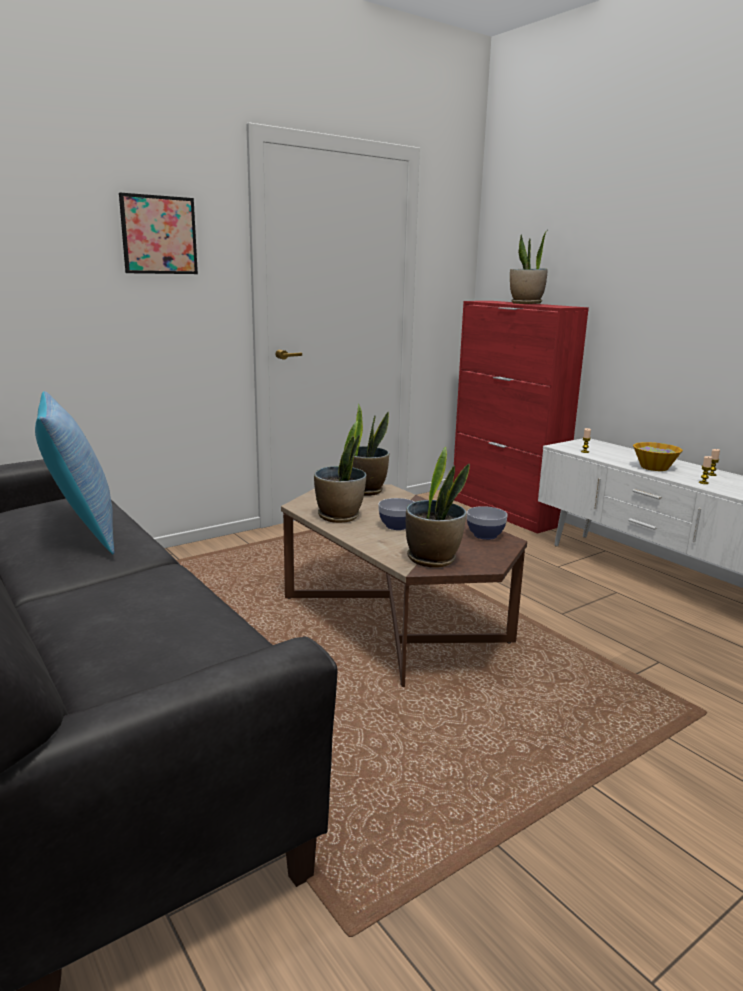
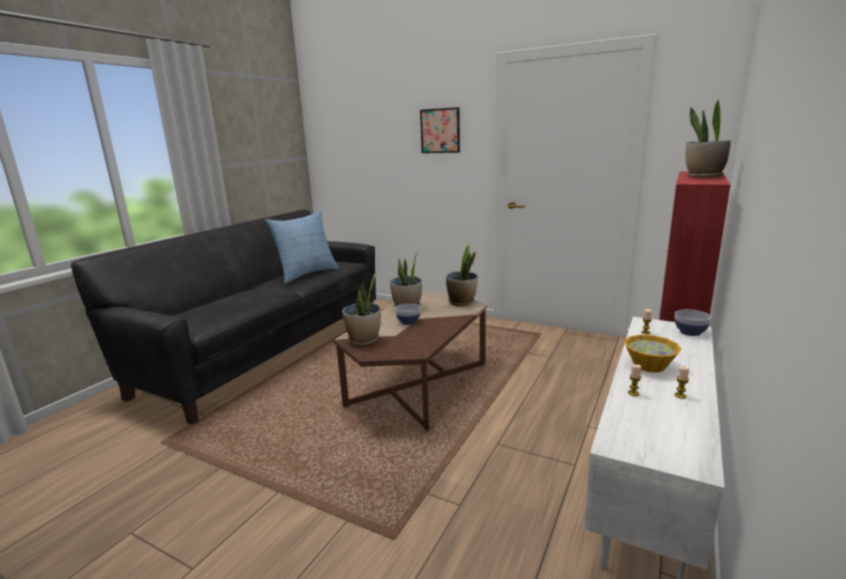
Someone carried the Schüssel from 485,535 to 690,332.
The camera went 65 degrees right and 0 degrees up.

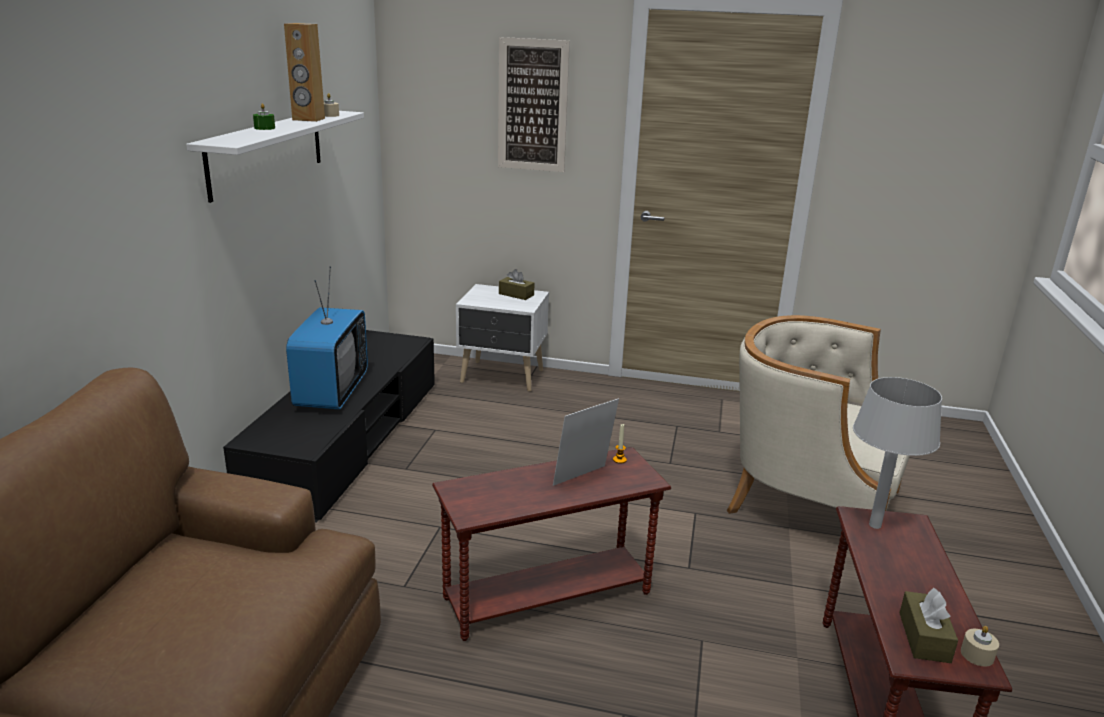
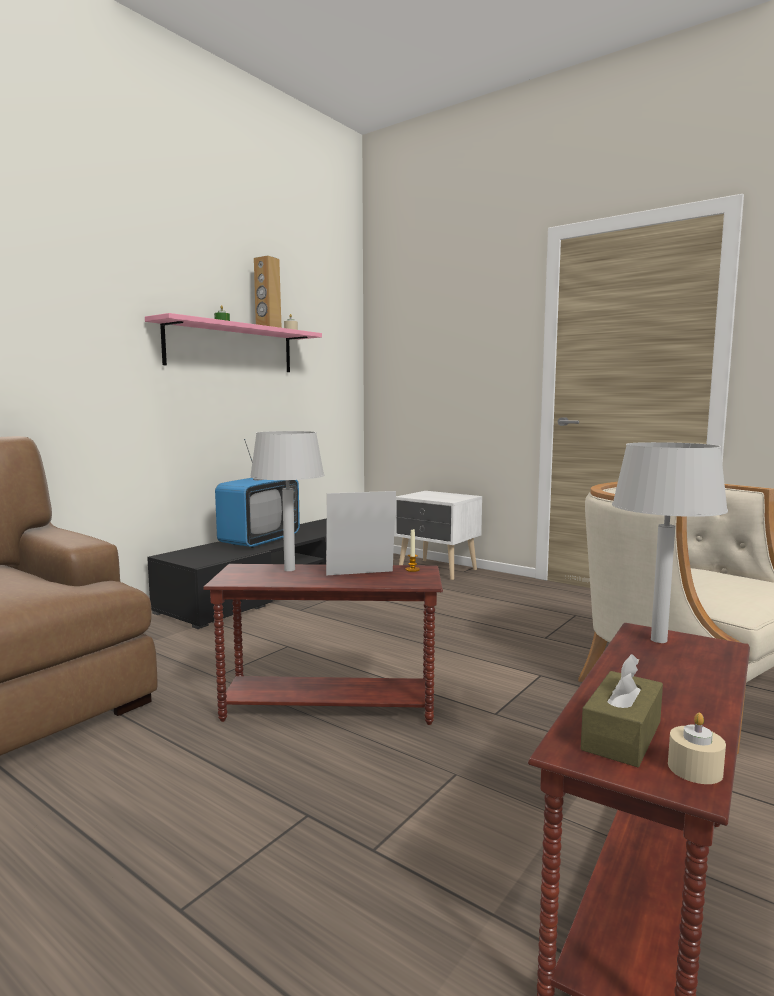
Someone took away the Bild at 532,106.
Someone took away the Taschentuchbox (braun) at 516,294.
Someone put down the Tischlampe (grau) at 290,569.
Someone repainted the Wandregal (weiß) at 267,152, which became the Wandregal (rosa) at 231,348.
The camera went 25 degrees right and 15 degrees down.

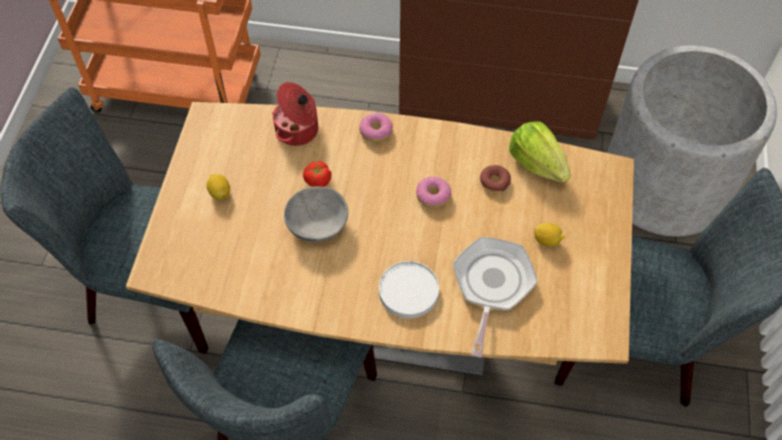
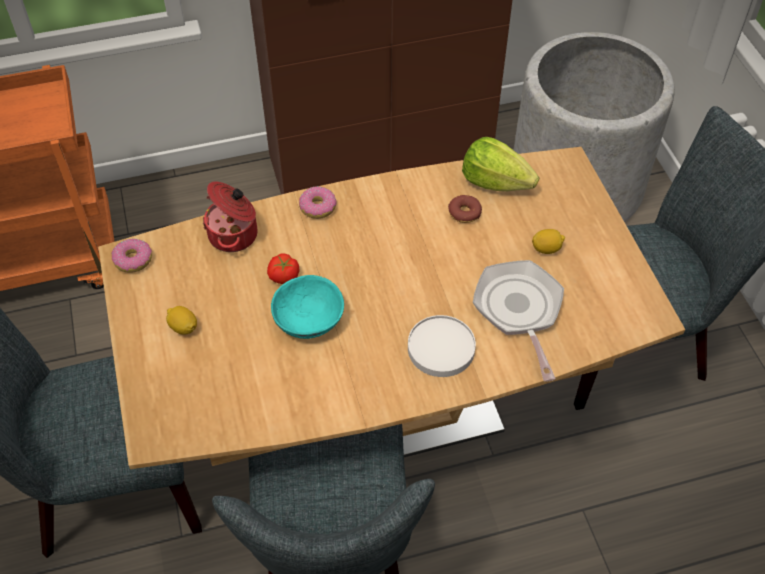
Someone carried the Donut from 433,196 to 133,260.
Someone repainted the Schüssel (grau) at 316,224, which became the Schüssel (türkis) at 308,319.
The camera went 25 degrees left and 5 degrees down.

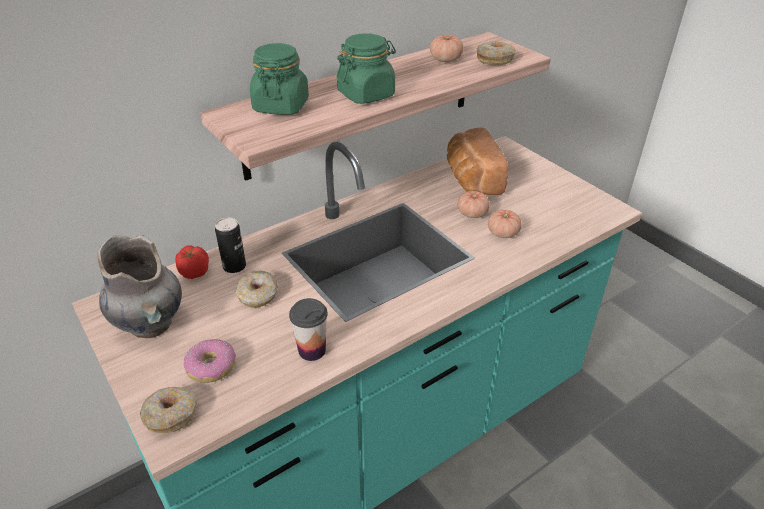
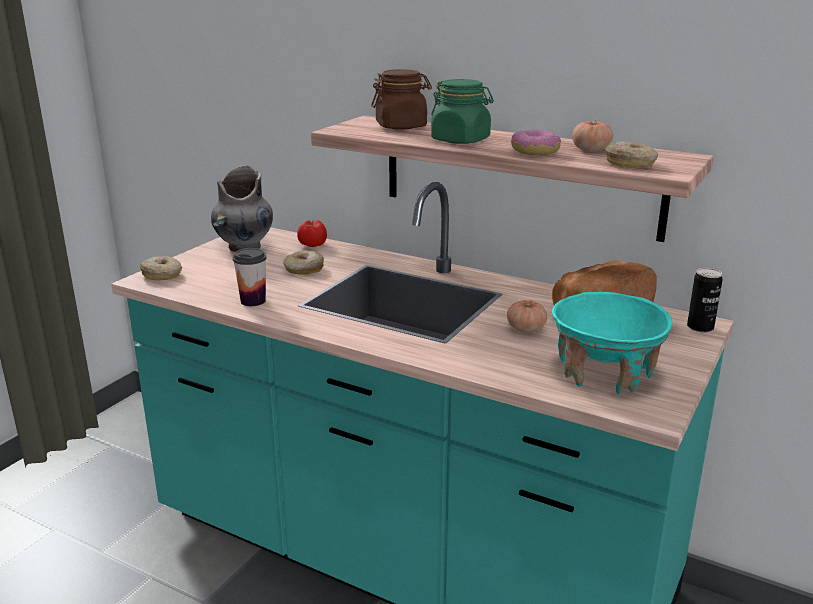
Someone took away the Tomate at 503,233.
Someone put down the Schüssel (türkis) at 605,373.
Someone carried the Donut from 211,367 to 534,151.
Someone carried the Dose from 234,266 to 700,327.
Someone repainted the Vorratsglas (grün) at 281,106, which became the Vorratsglas (braun) at 401,126.
The camera went 65 degrees right and 15 degrees down.

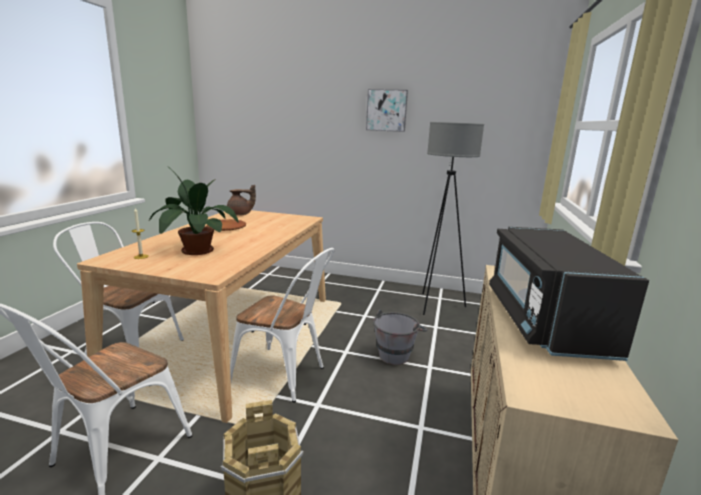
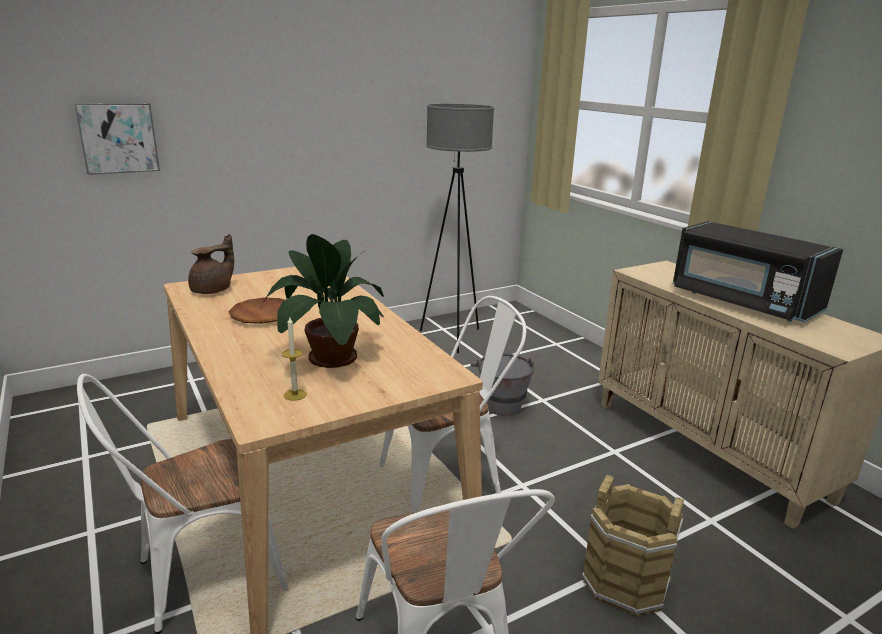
Someone carried the Bild from 386,110 to 118,138.
The camera went 45 degrees left and 5 degrees up.

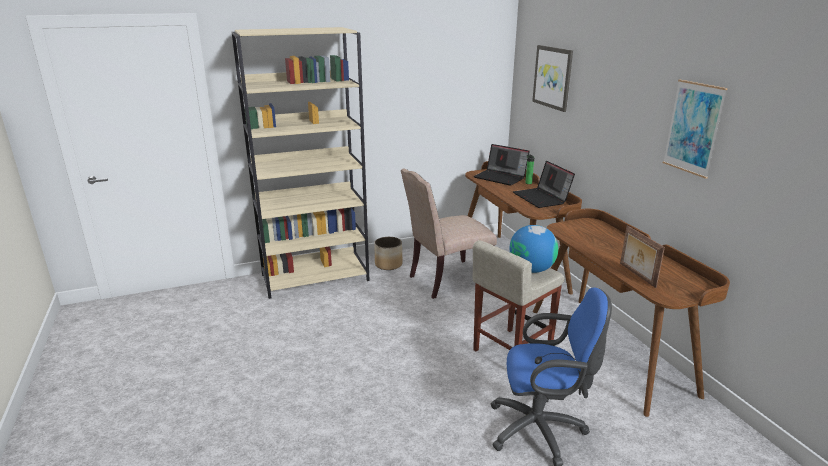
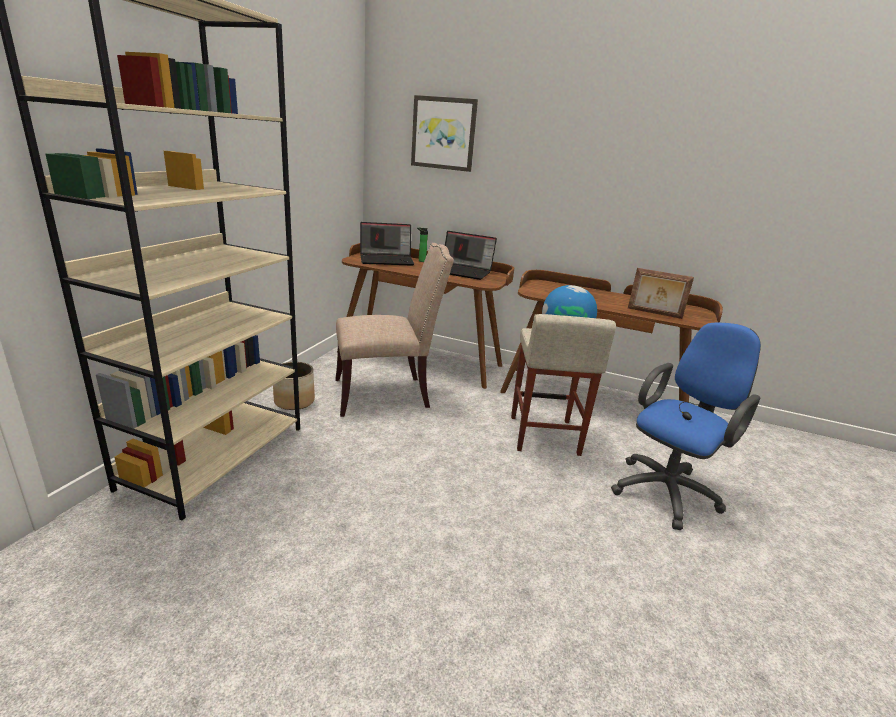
Someone took away the Bild at 693,128.
Someone rotated the Stuhl (beige) at 447,280 by 120 degrees counterclockwise.
The camera went 50 degrees left and 0 degrees up.

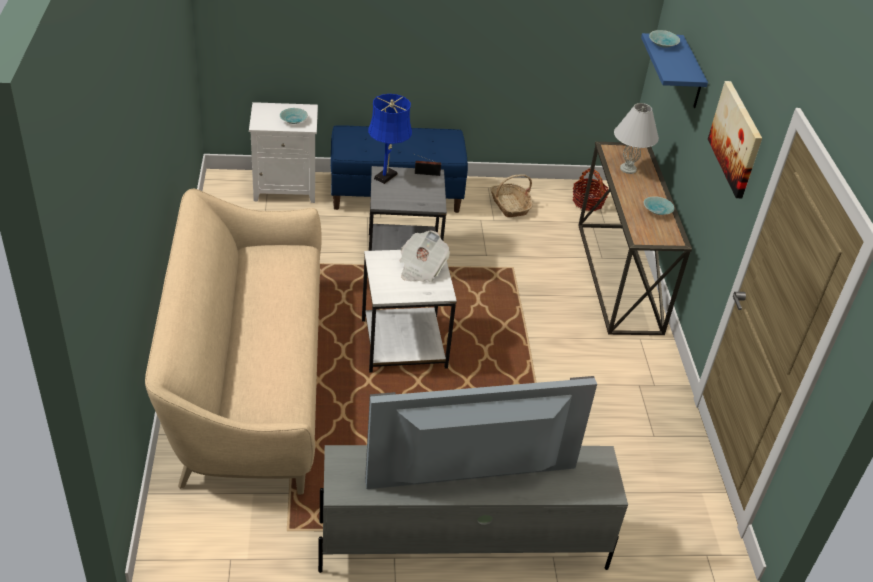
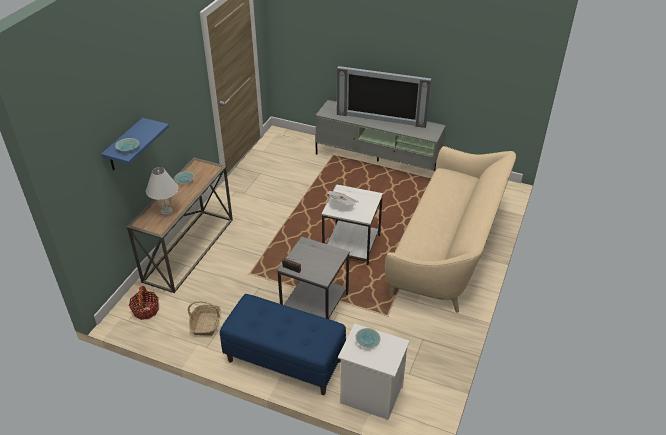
Someone took away the Tischlampe (blau) at 387,175.
Someone took away the Bild at 736,138.
The camera went 150 degrees left and 0 degrees up.

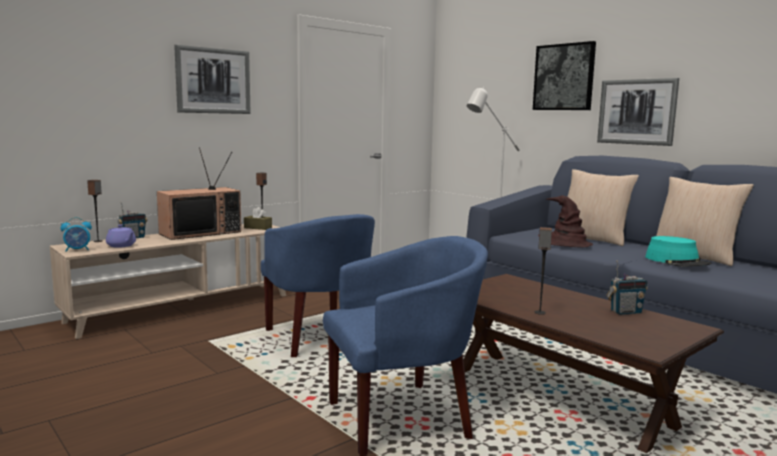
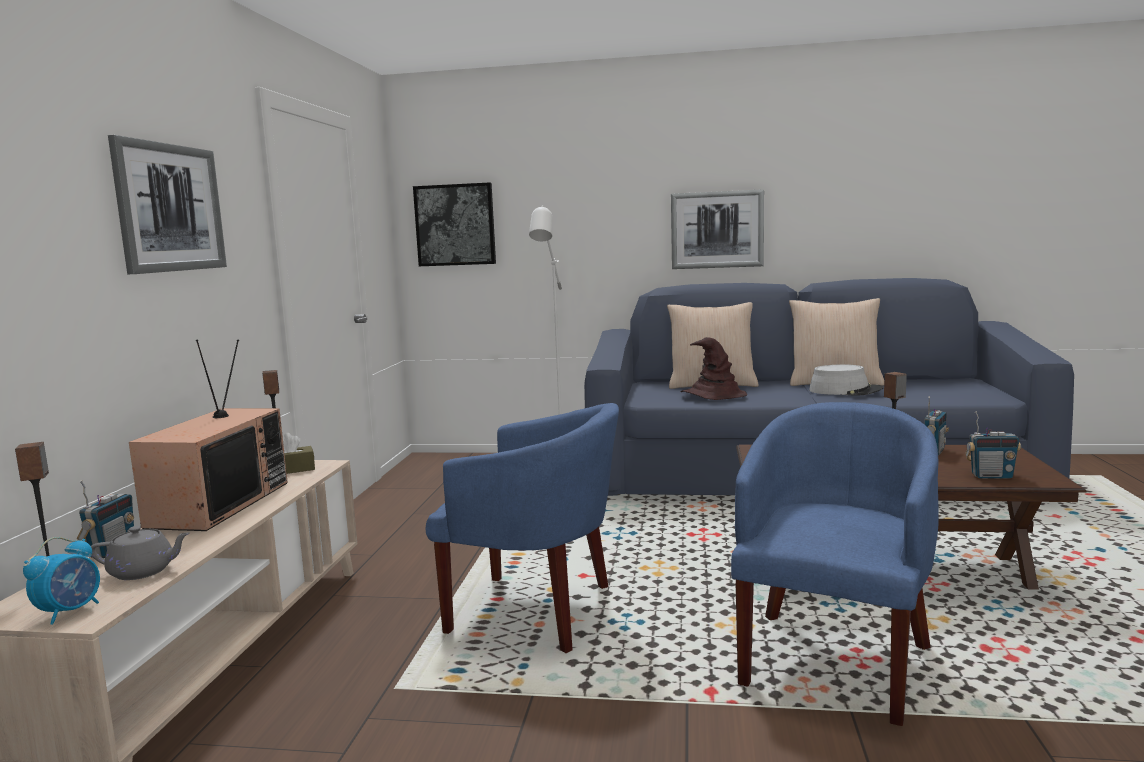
Someone put down the Radio at 991,476.
Someone carried the Bild from 564,77 to 455,225.
Someone repainted the Teekanne (lila) at 121,246, which became the Teekanne (grau) at 143,571.
Someone repainted the Hut (türkis) at 677,261, which became the Hut (grau) at 845,391.
The camera went 40 degrees left and 0 degrees up.

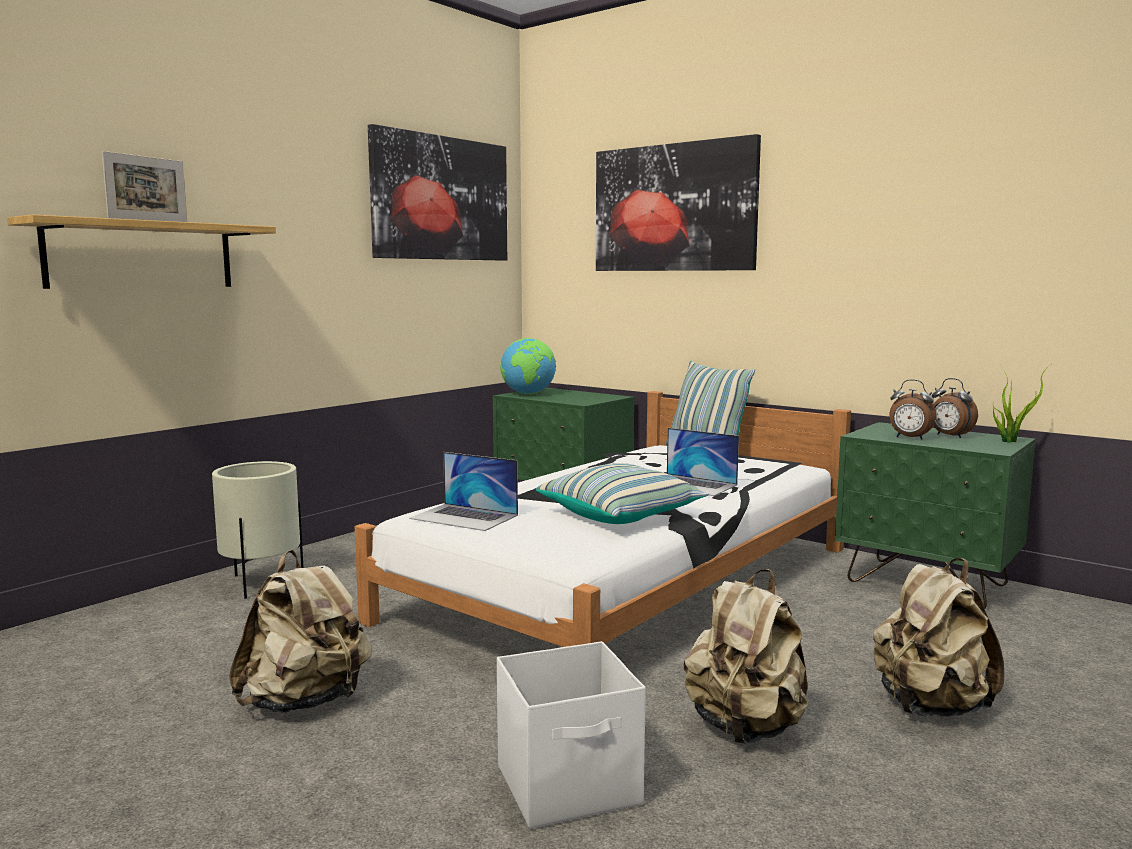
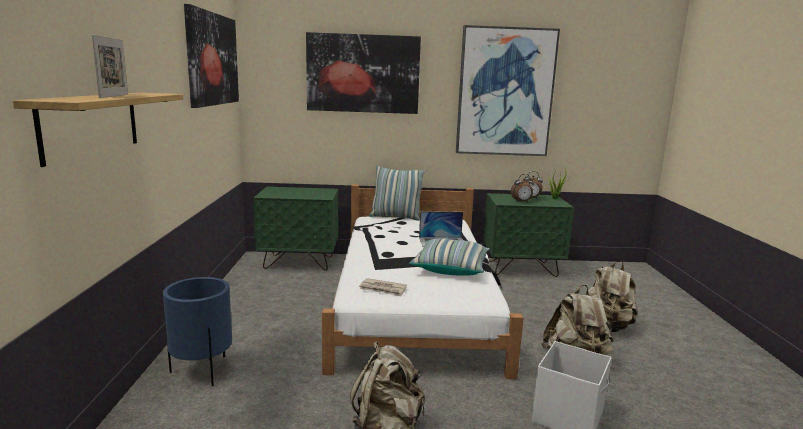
Someone took away the Globus at 528,394.
Someone put up the Bild at 505,92.
Someone swapped the Laptop at 464,517 for the Zeitung at 383,289.
Someone repainted the Pflanzkübel (beige) at 261,583, which became the Pflanzkübel (blau) at 202,371.
The camera went 40 degrees left and 5 degrees up.

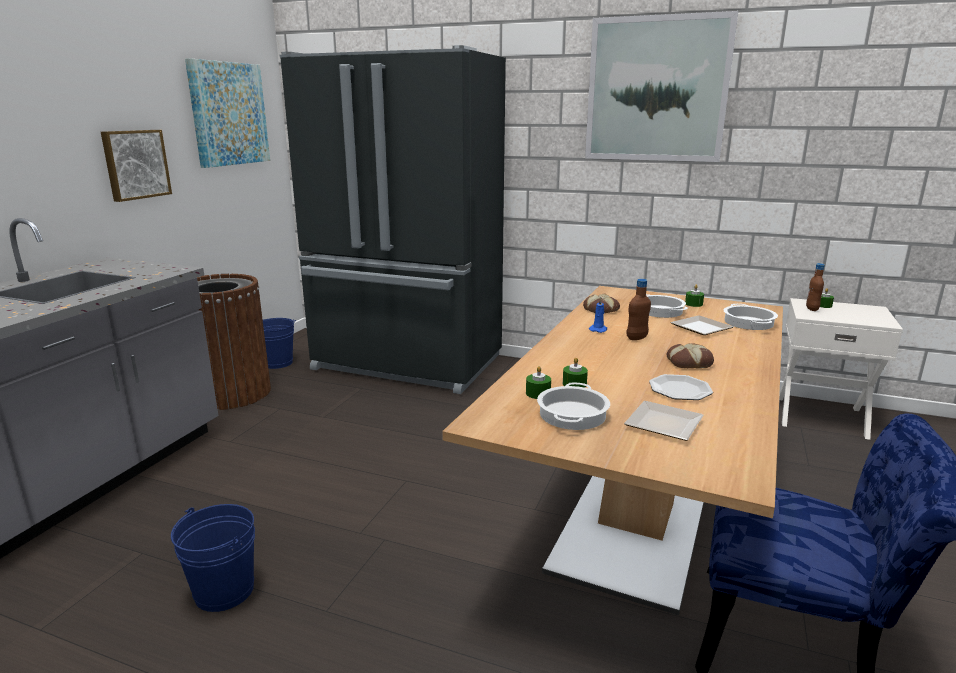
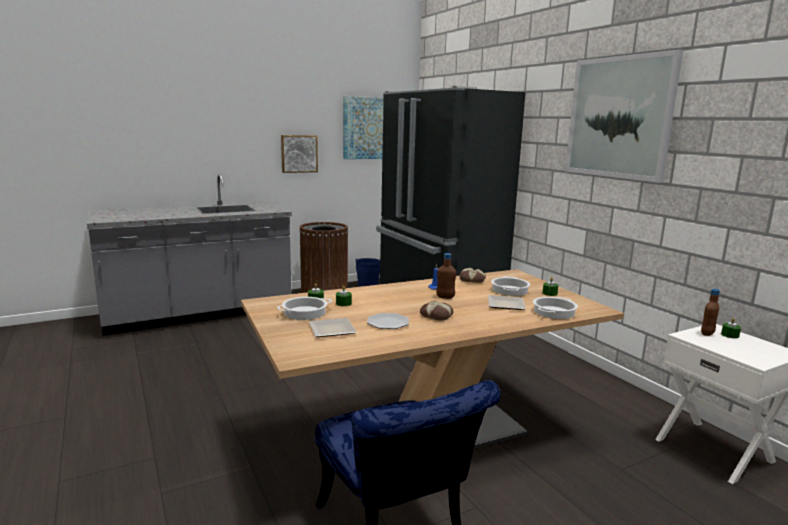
Someone took away the Eimer (blau) at 224,591.
The camera went 40 degrees right and 5 degrees down.

